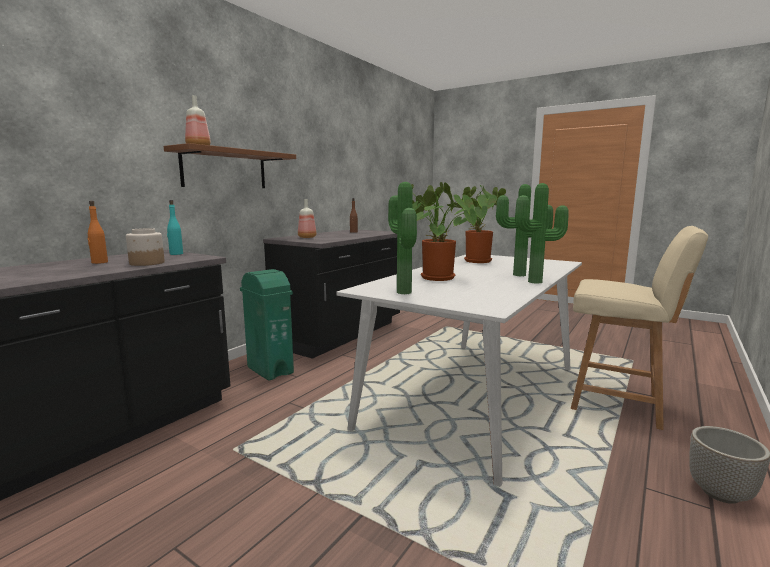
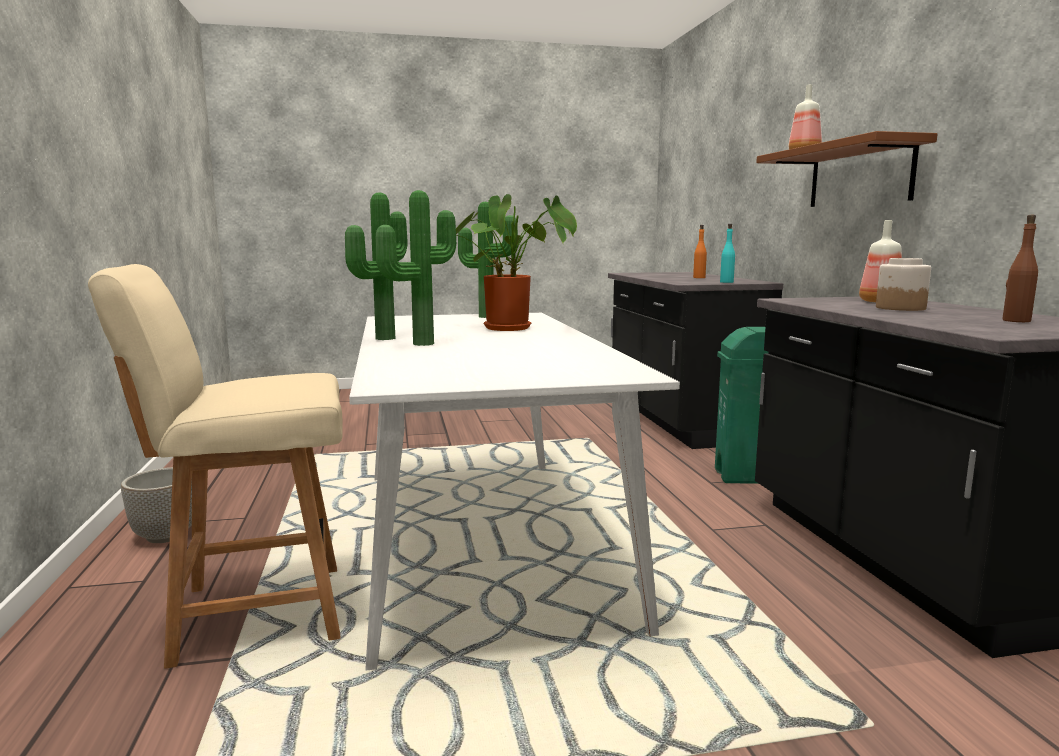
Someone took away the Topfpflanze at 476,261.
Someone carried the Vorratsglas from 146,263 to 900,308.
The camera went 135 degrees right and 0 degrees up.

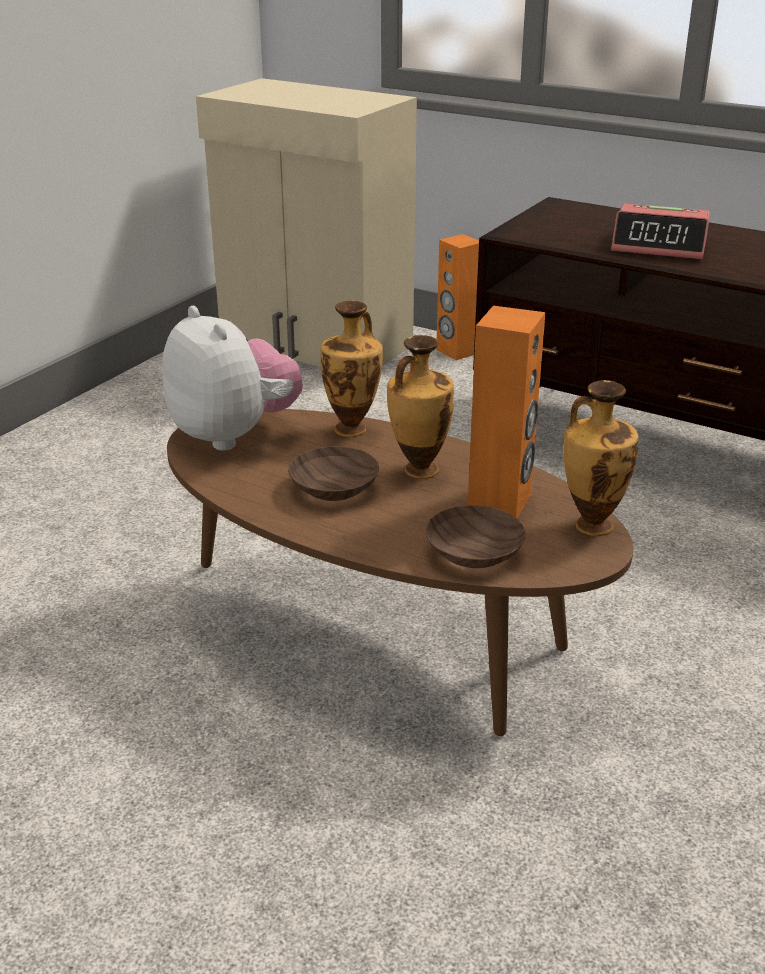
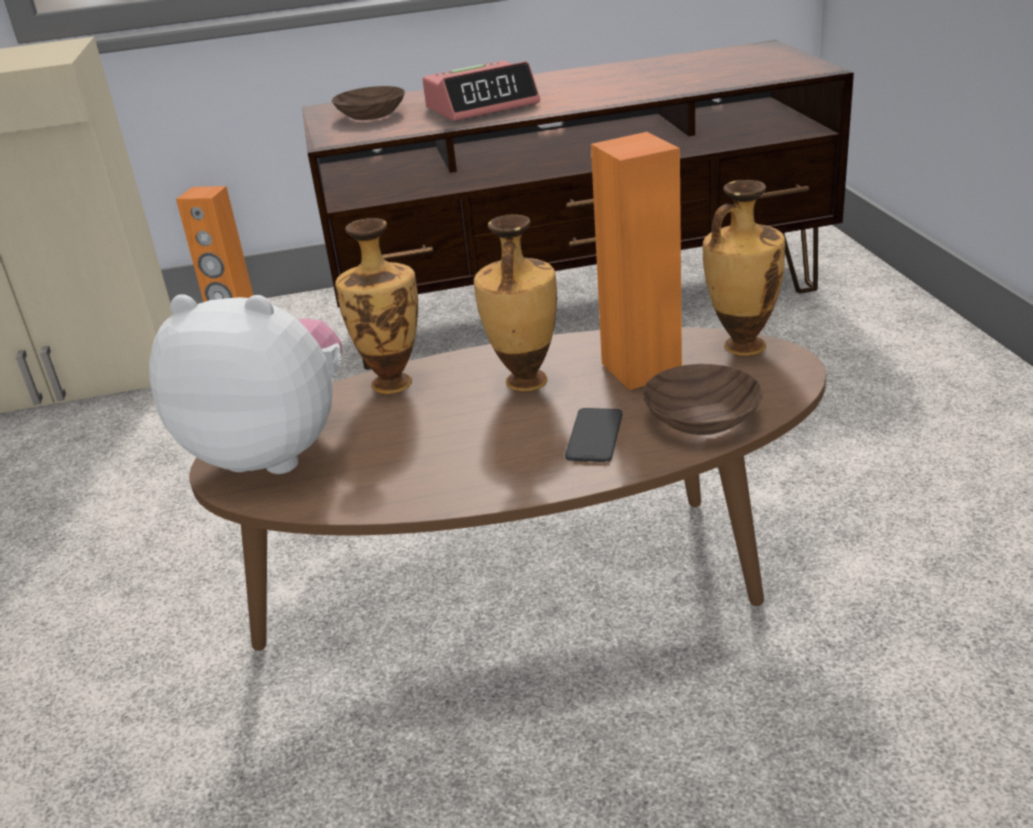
Someone put down the Handy at 594,436.
Someone carried the Schüssel (braun) from 336,489 to 373,114.
The camera went 40 degrees left and 0 degrees up.

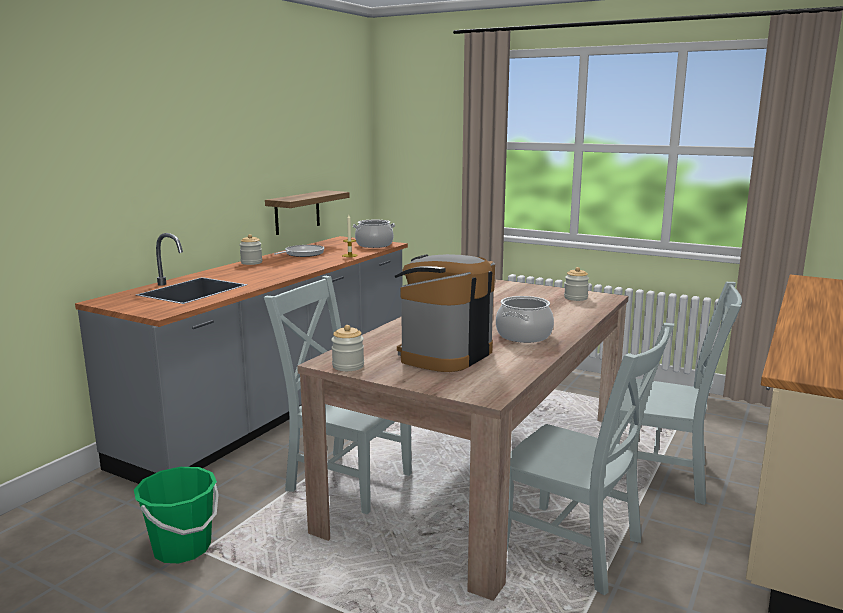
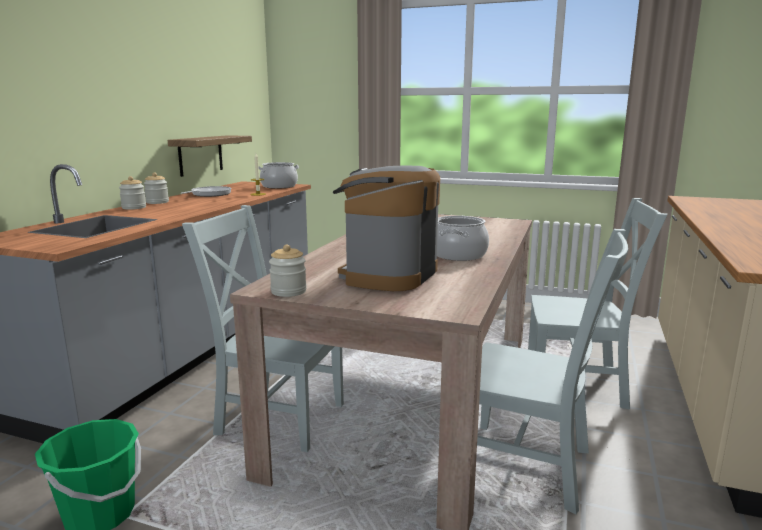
Someone carried the Vorratsglas from 575,298 to 134,207.
The camera went 10 degrees left and 0 degrees up.

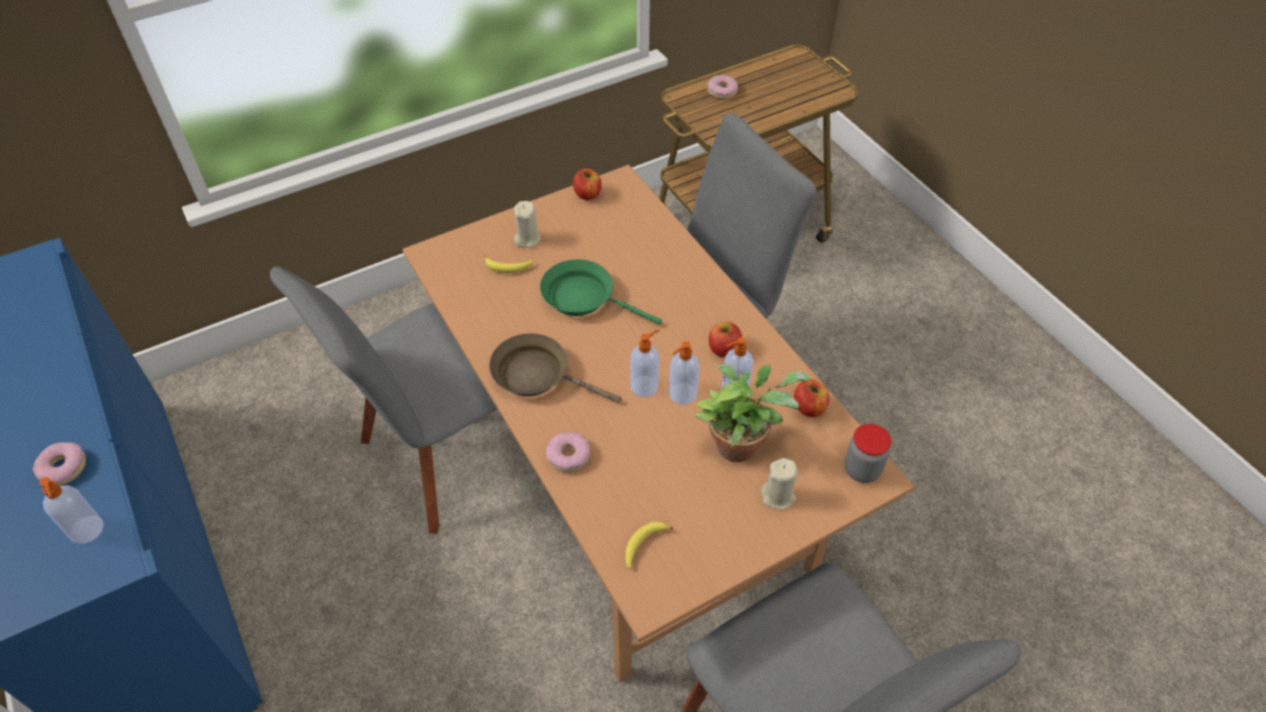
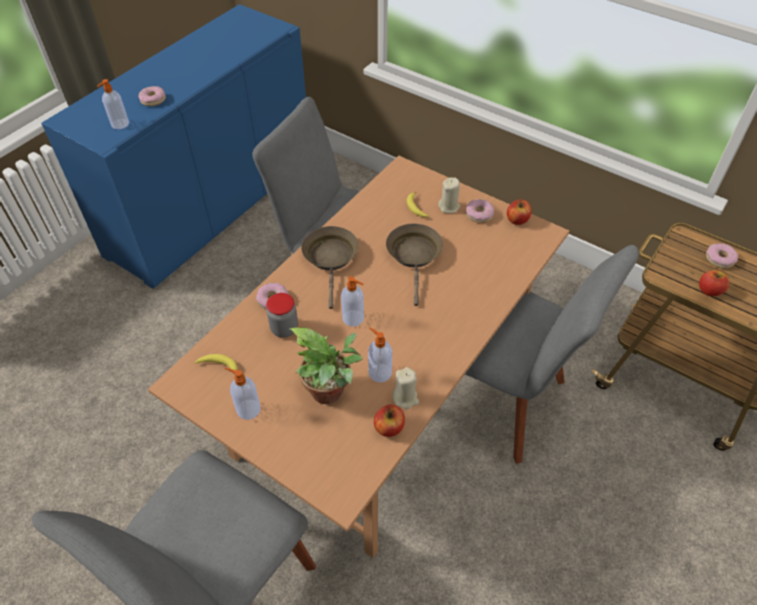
Someone put down the Donut at 479,214.
Someone carried the Seifenspender from 682,394 to 247,409.
Someone carried the Apfel from 723,349 to 709,290.
Someone carried the Kerze (beige) from 778,496 to 405,397.
Someone carried the Vorratsglas from 862,470 to 284,328.
Someone repainted the Pfanne (grün) at 584,298, which became the Pfanne (braun) at 414,256.
The camera went 65 degrees right and 0 degrees up.

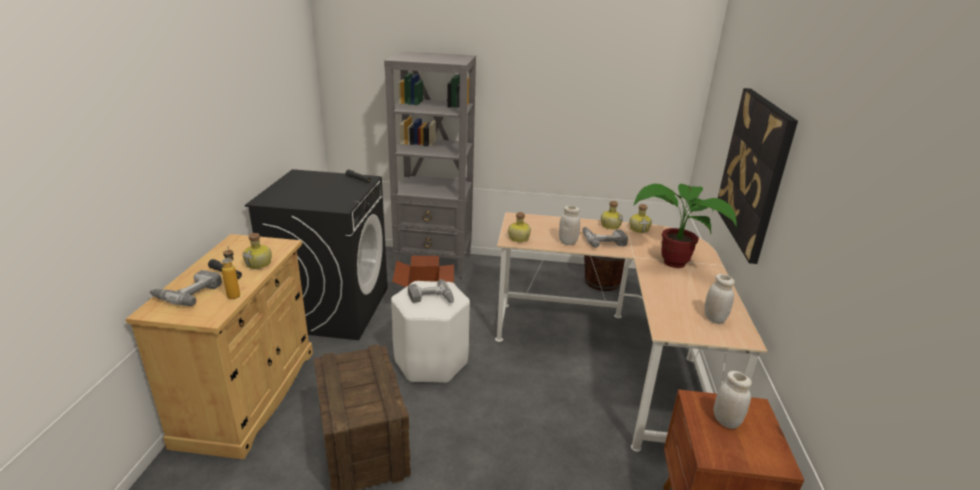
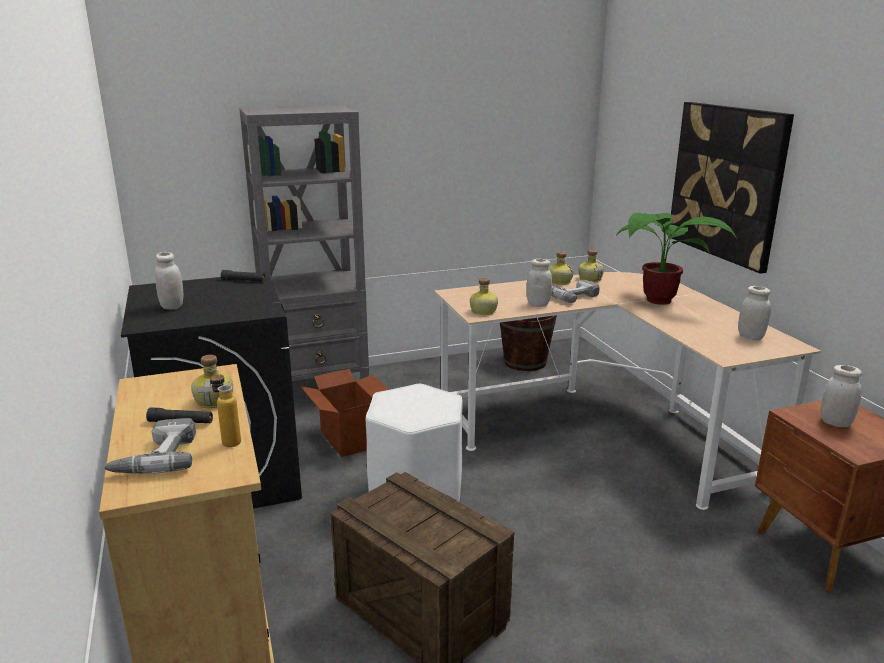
Someone took away the Bohrmaschine at 431,299.
Someone put down the Vorratsglas (weiß) at 172,306.
The camera went 25 degrees left and 5 degrees down.

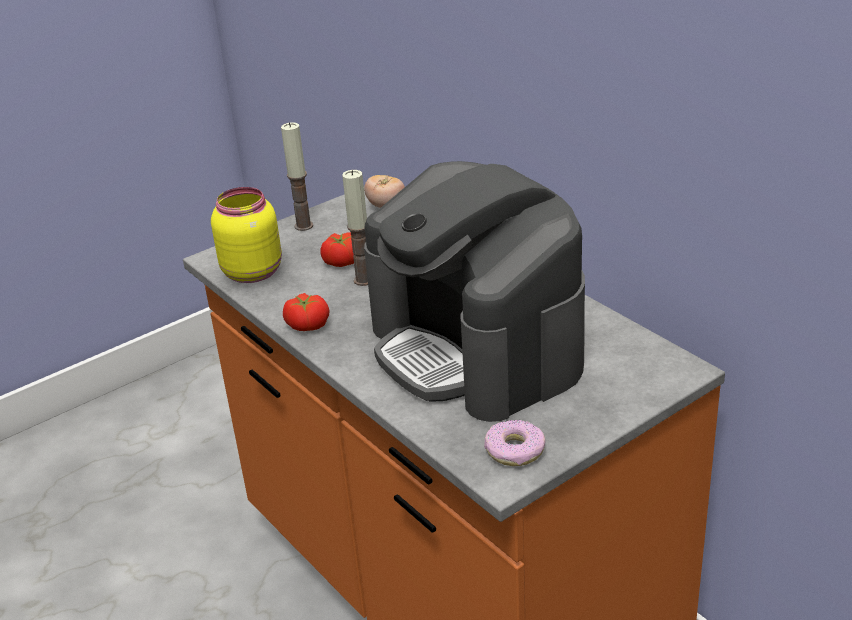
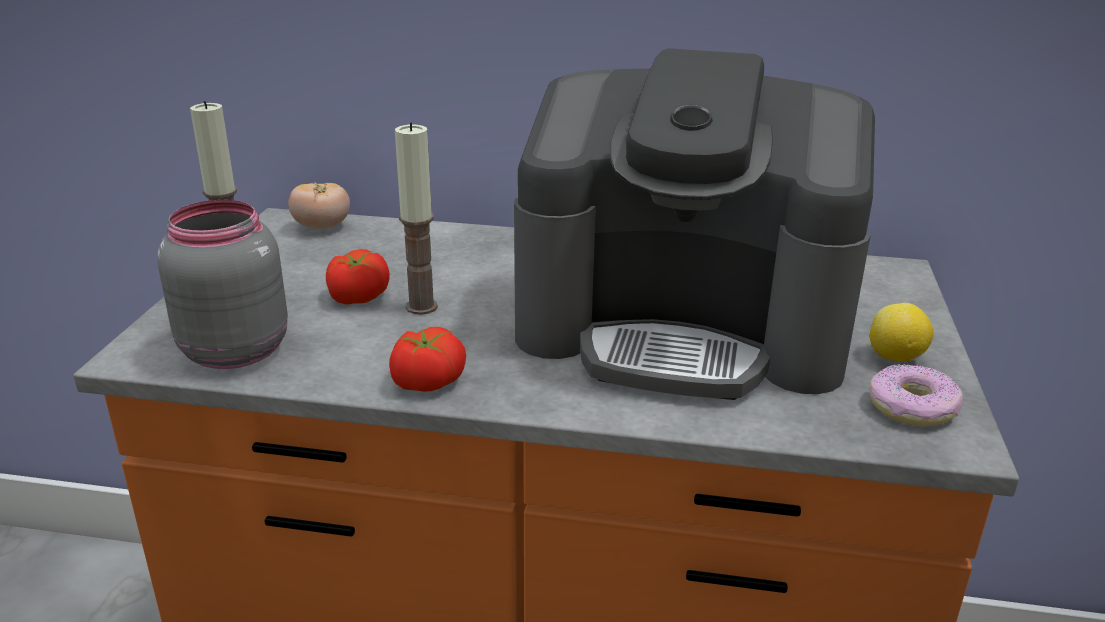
Someone put down the Zitrone at 895,358.
Someone repainted the Vorratsglas (gelb) at 252,271, which became the Vorratsglas (grau) at 233,350.
The camera went 45 degrees left and 5 degrees down.

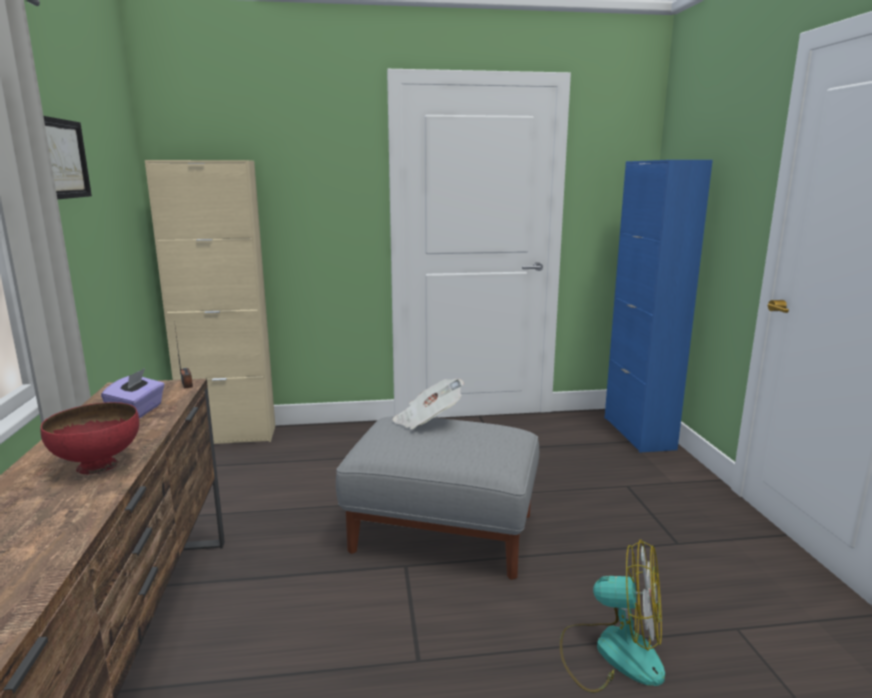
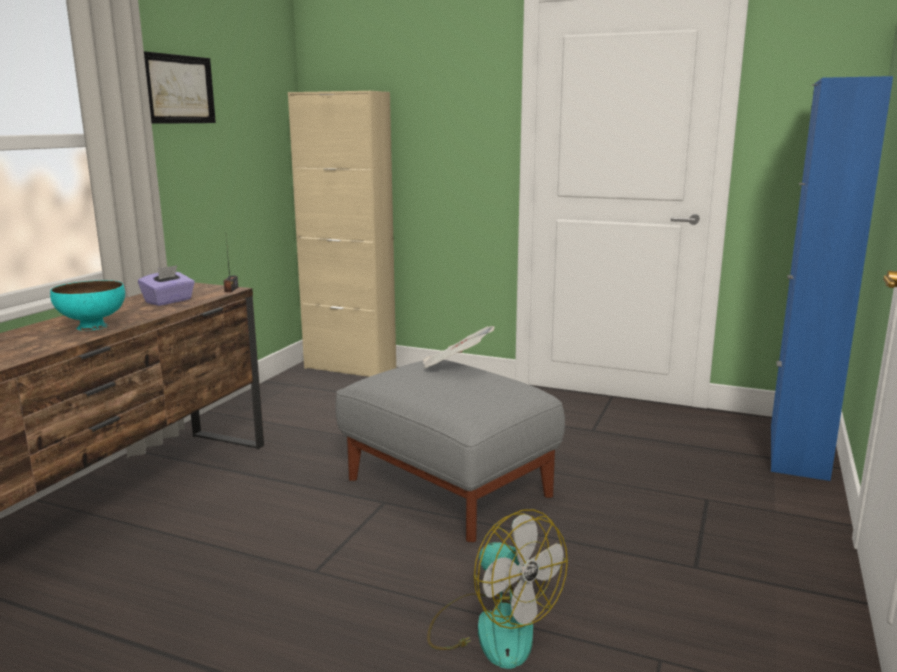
Someone repainted the Schüssel (rot) at 98,466, which became the Schüssel (türkis) at 93,327.
The camera went 30 degrees right and 0 degrees up.

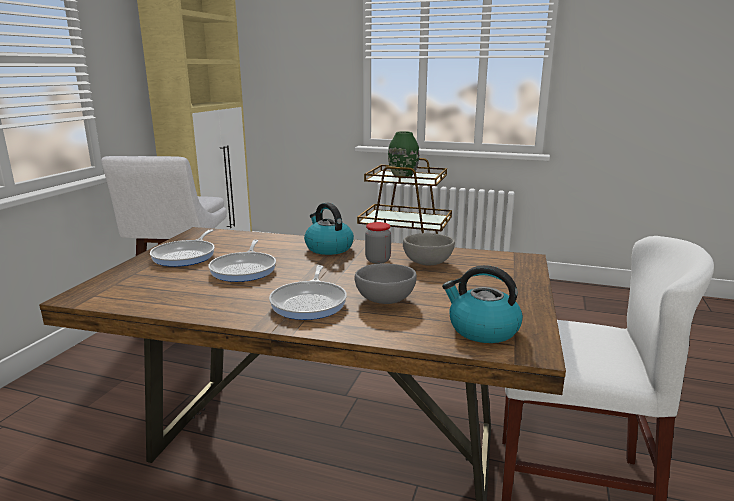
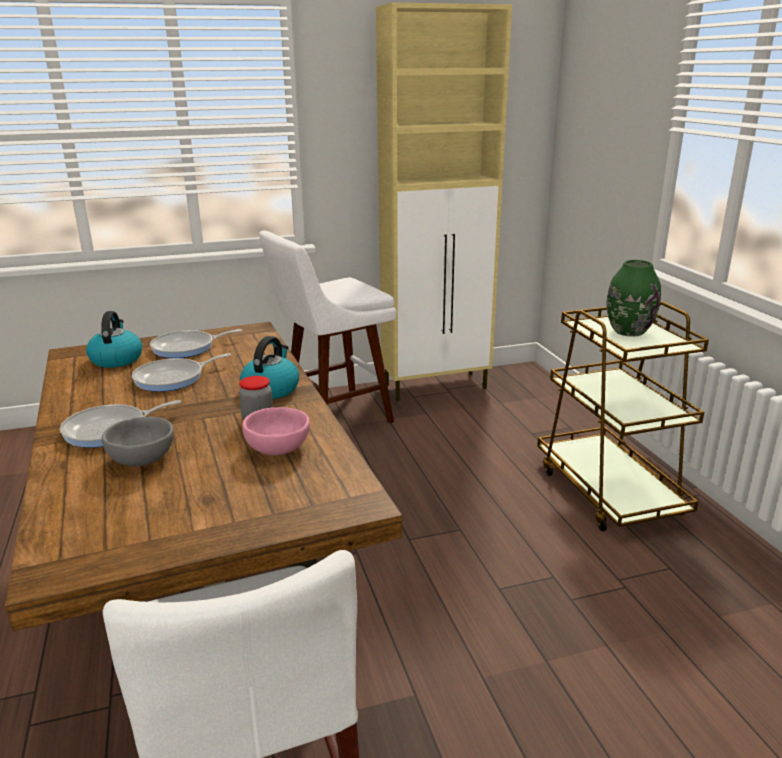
Someone carried the Wasserkessel from 482,329 to 116,359.
Someone repainted the Schüssel (grau) at 427,263, which became the Schüssel (rosa) at 276,449.
The camera went 55 degrees right and 5 degrees up.

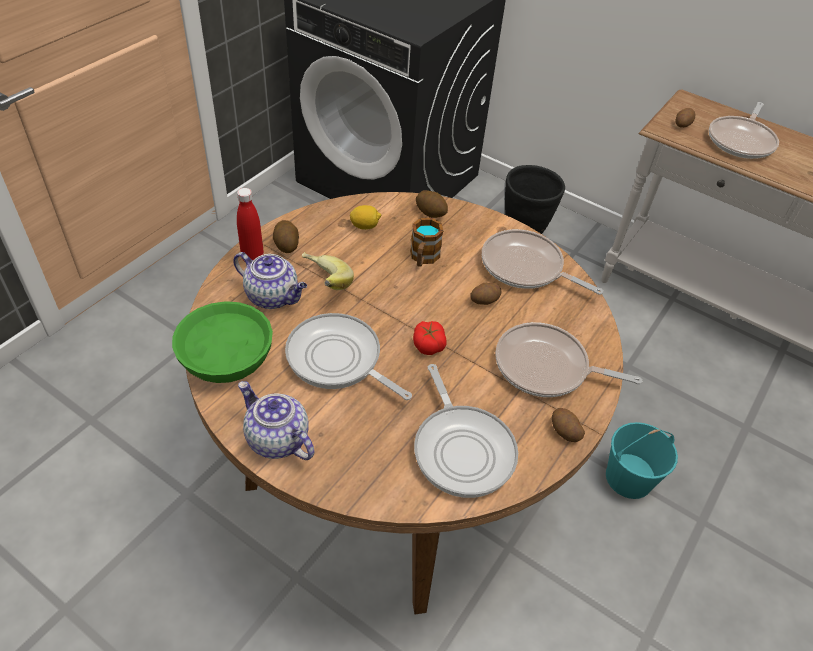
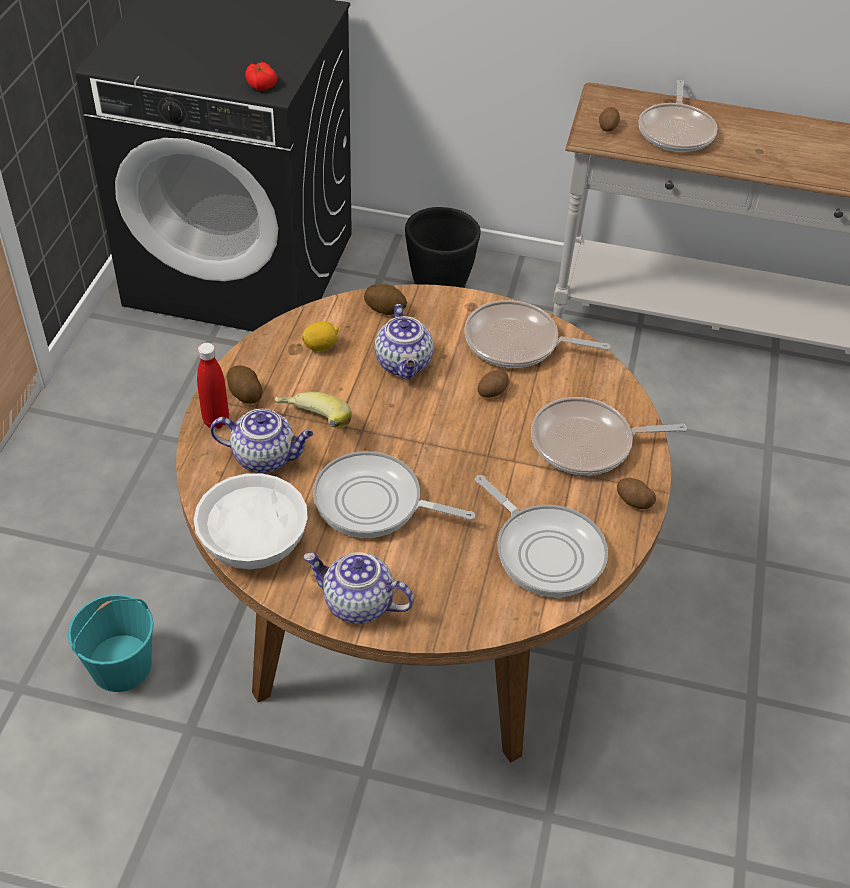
Someone carried the Tomate from 428,344 to 261,85.
Someone carried the Eimer (türkis) from 629,477 to 122,664.
Someone swapped the Henkelbecher at 423,258 for the Teekanne at 404,364.
Someone repainted the Schüssel (grün) at 225,357, which became the Schüssel (weiß) at 252,539.
The camera went 20 degrees left and 0 degrees up.

